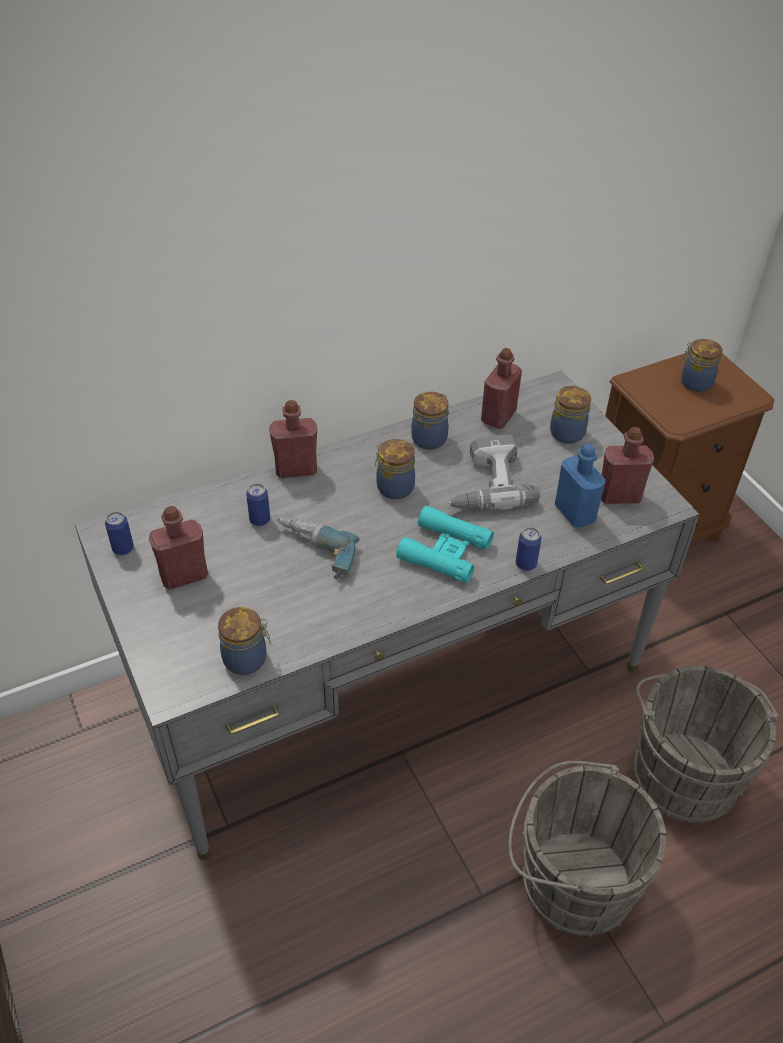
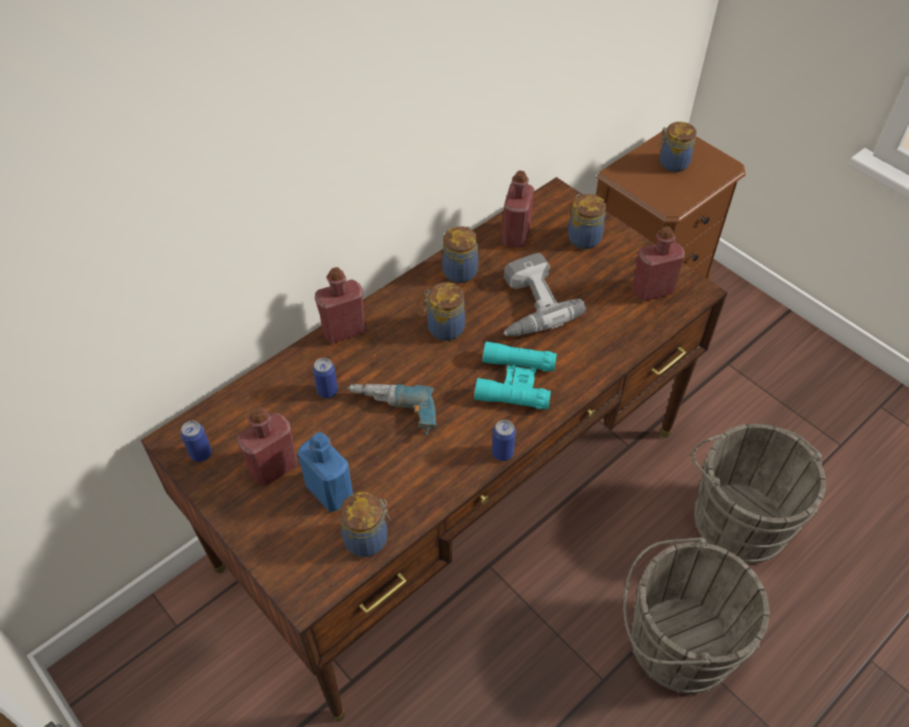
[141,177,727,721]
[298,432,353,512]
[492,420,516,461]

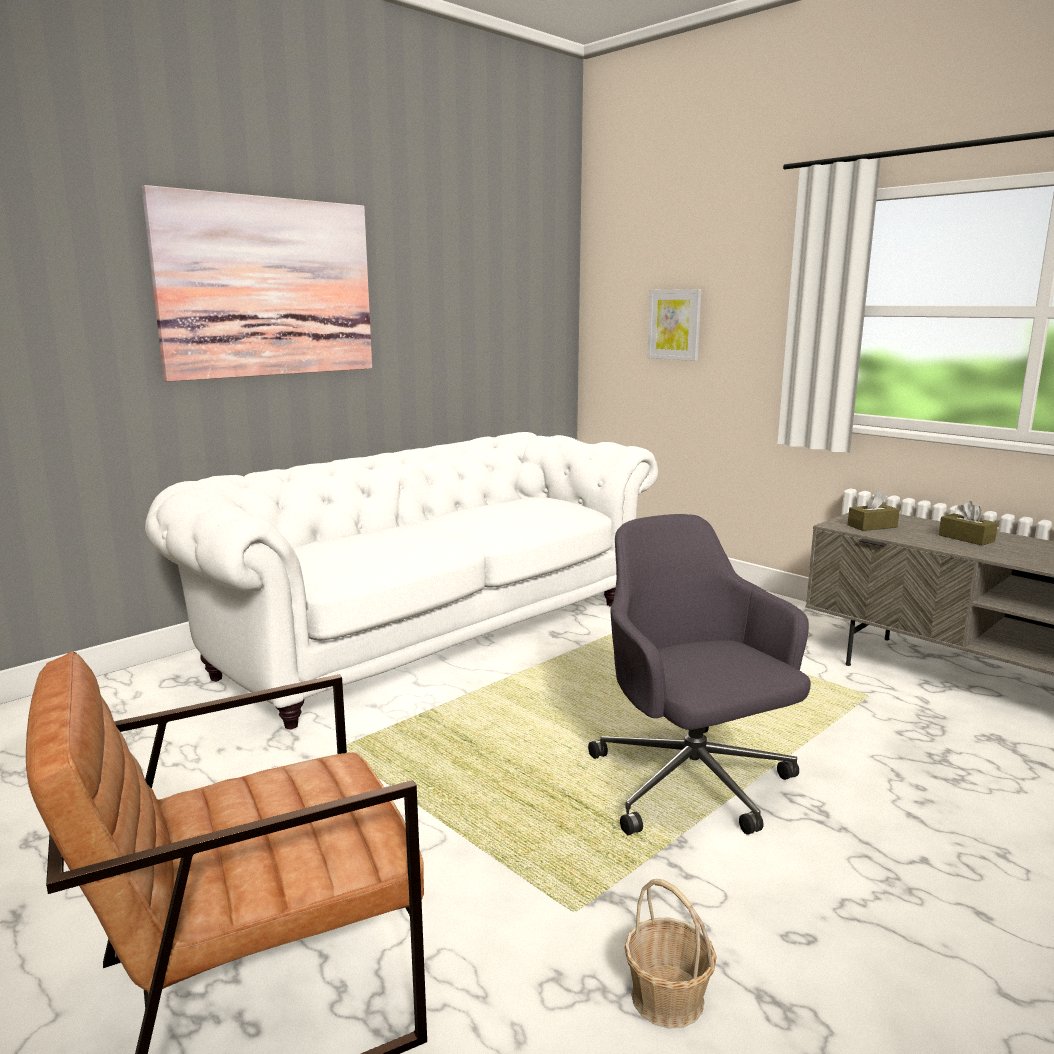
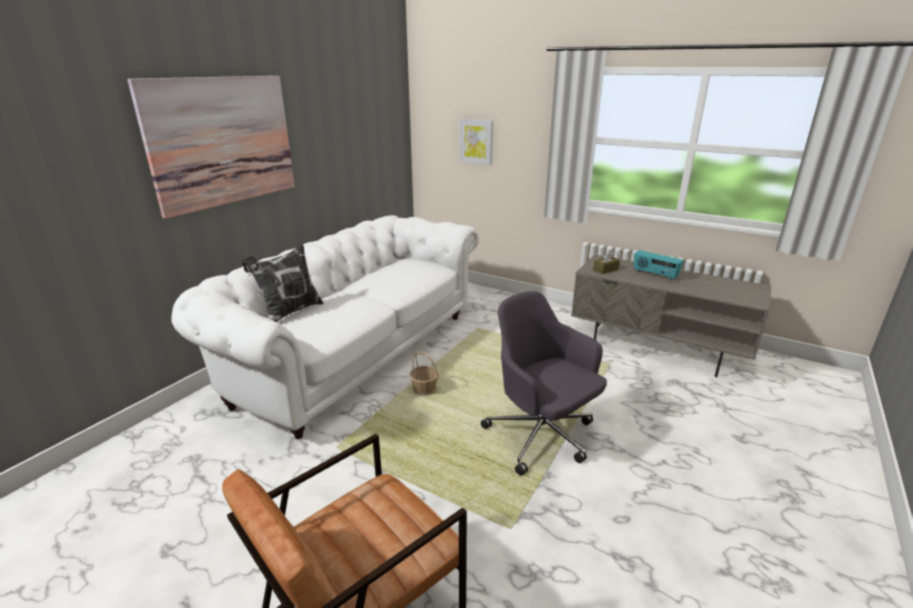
[634,250,684,280]
[409,352,439,396]
[242,244,324,322]

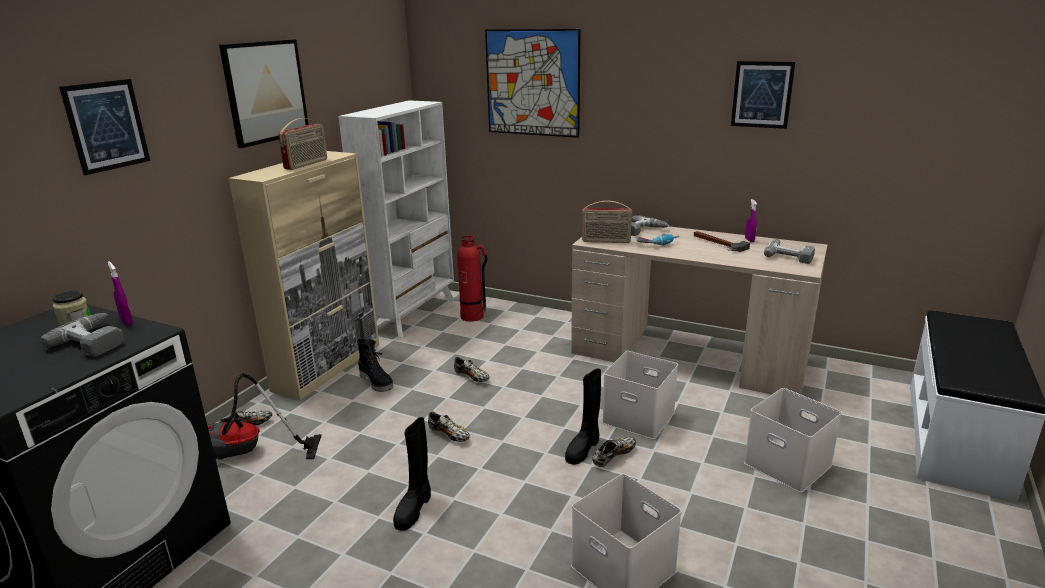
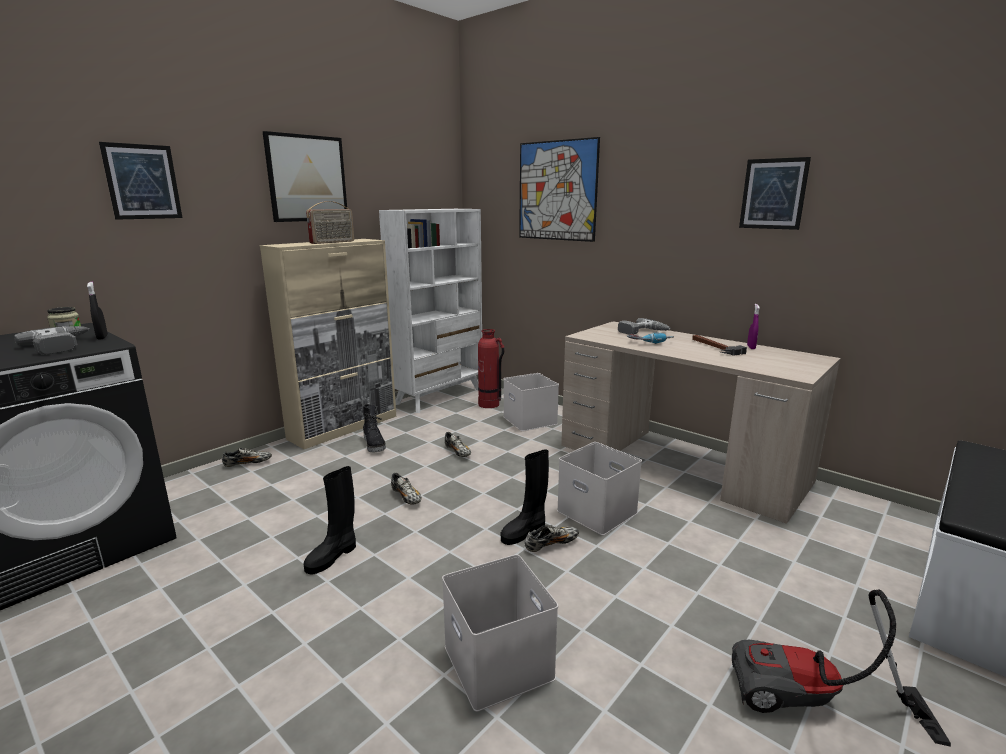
[582,201,633,243] (first image)
[764,239,815,264] (first image)
[87,282,108,340]
[732,590,951,747]
[503,373,559,431]

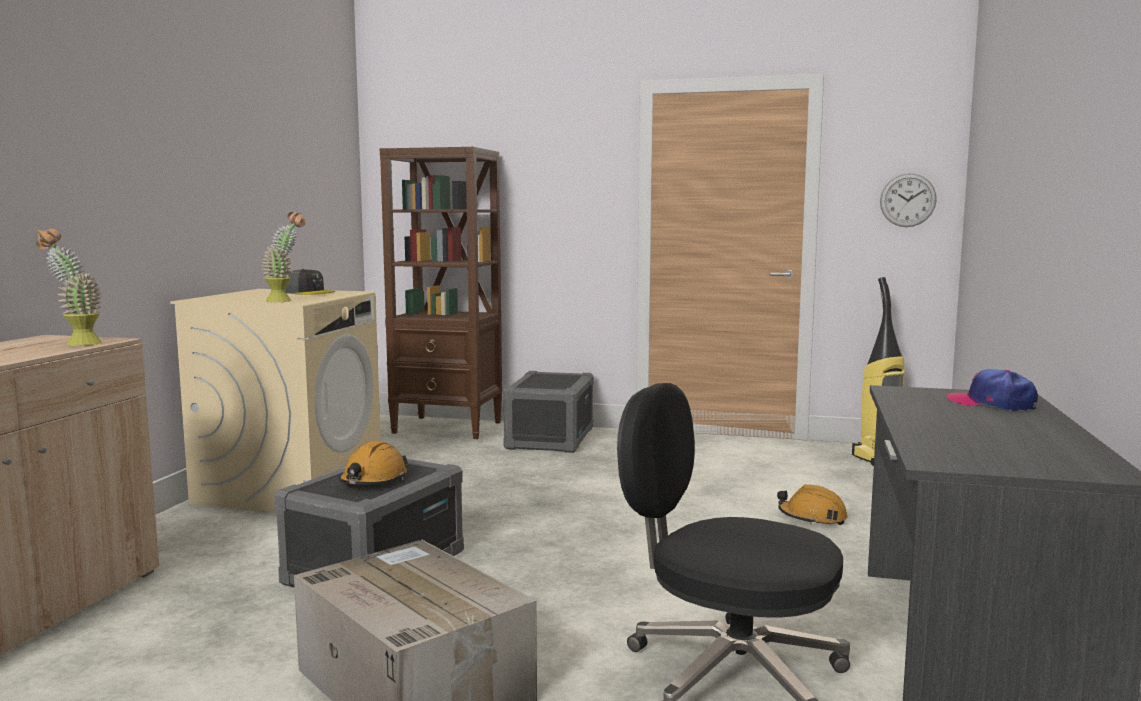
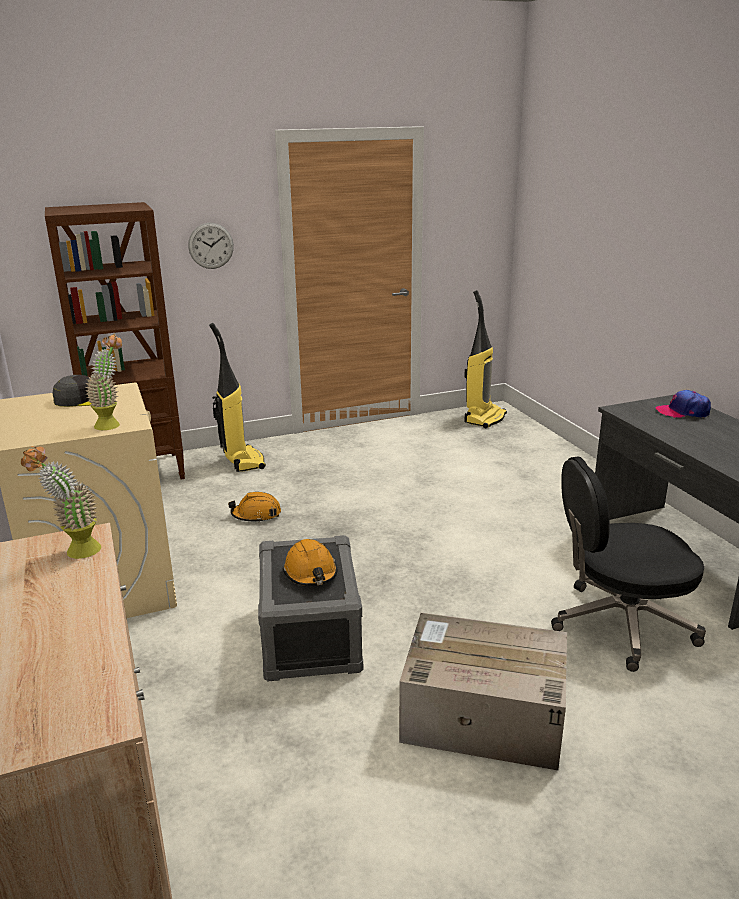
[188,223,234,269]
[209,323,266,472]
[228,492,281,523]

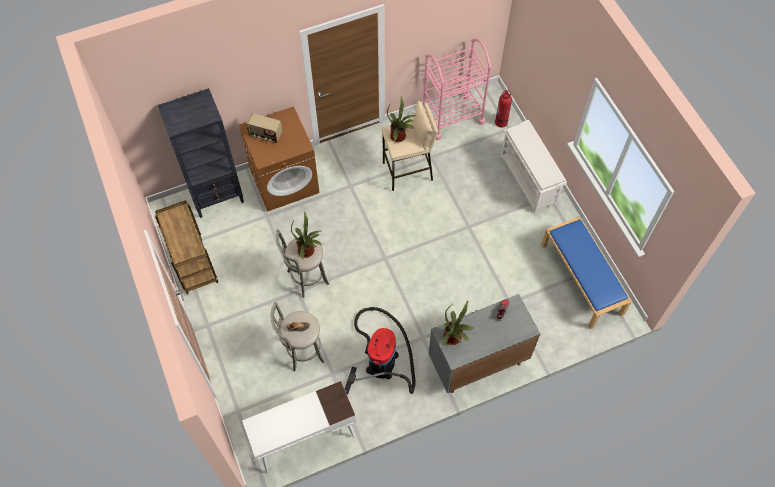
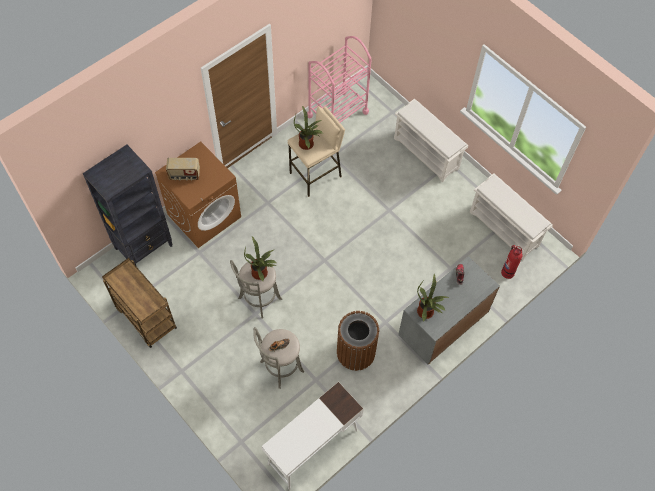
[501,245,523,279]
[469,173,553,261]
[337,311,379,371]

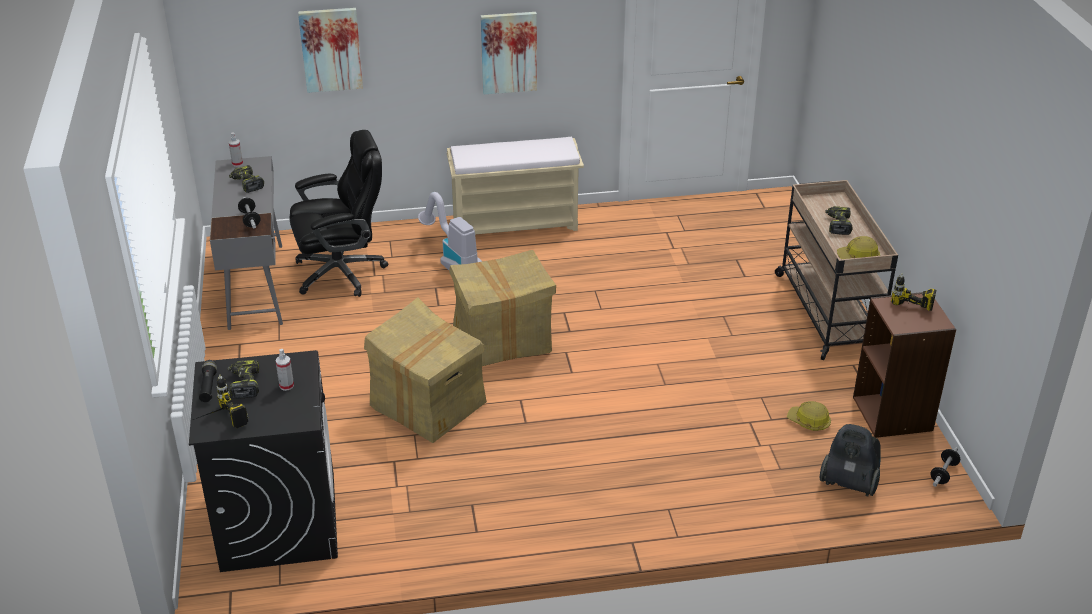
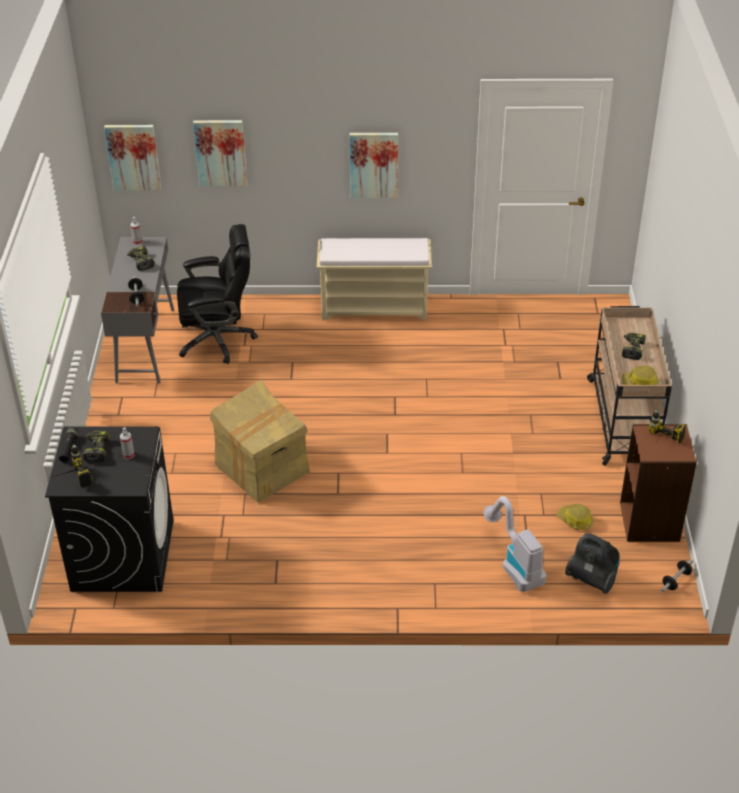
[483,496,546,592]
[449,250,556,366] (first image)
[104,125,161,191]

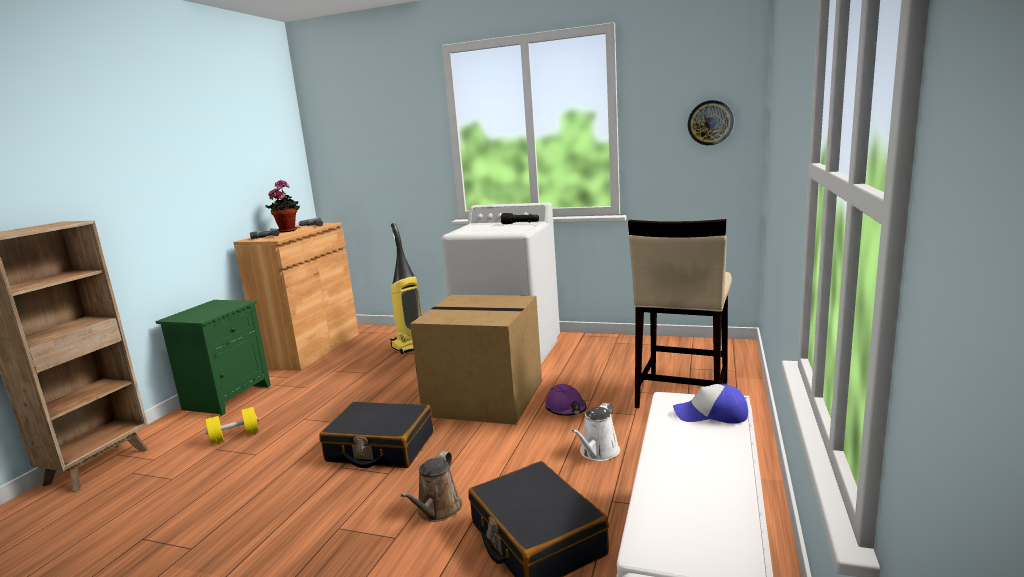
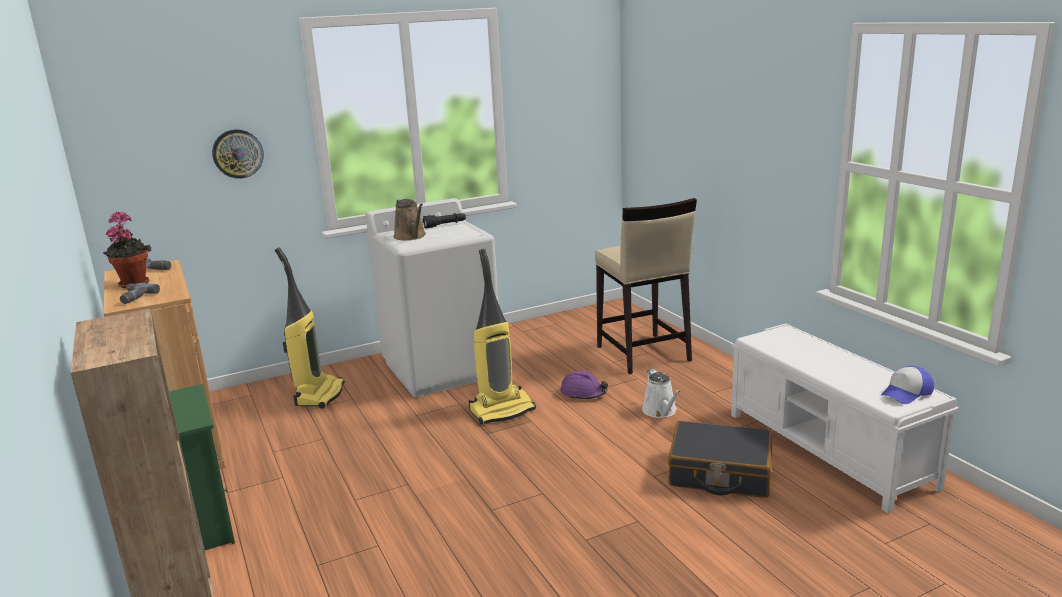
[212,129,264,179]
[469,249,536,425]
[881,366,934,404]
[319,401,433,468] (first image)
[206,407,258,444] (first image)
[394,199,426,240]

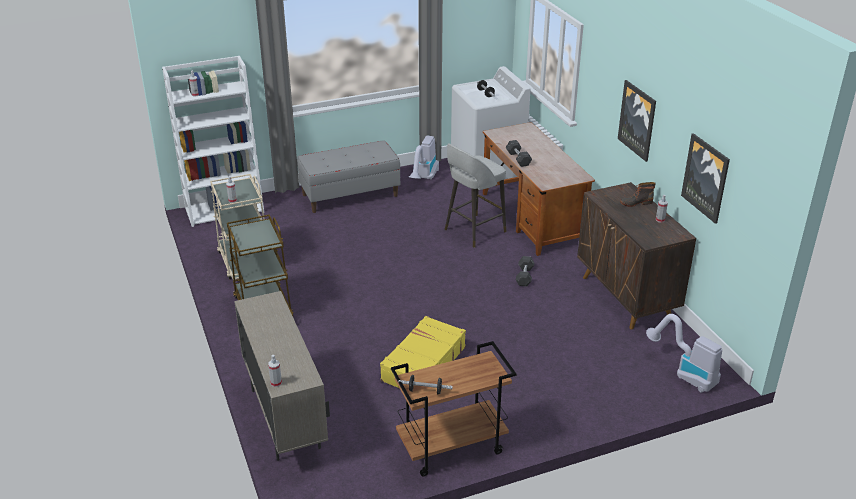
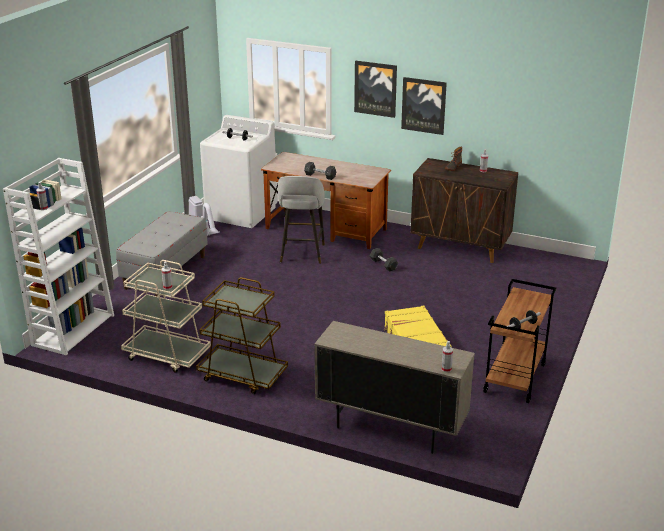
[354,61,397,118]
[646,314,722,393] (first image)

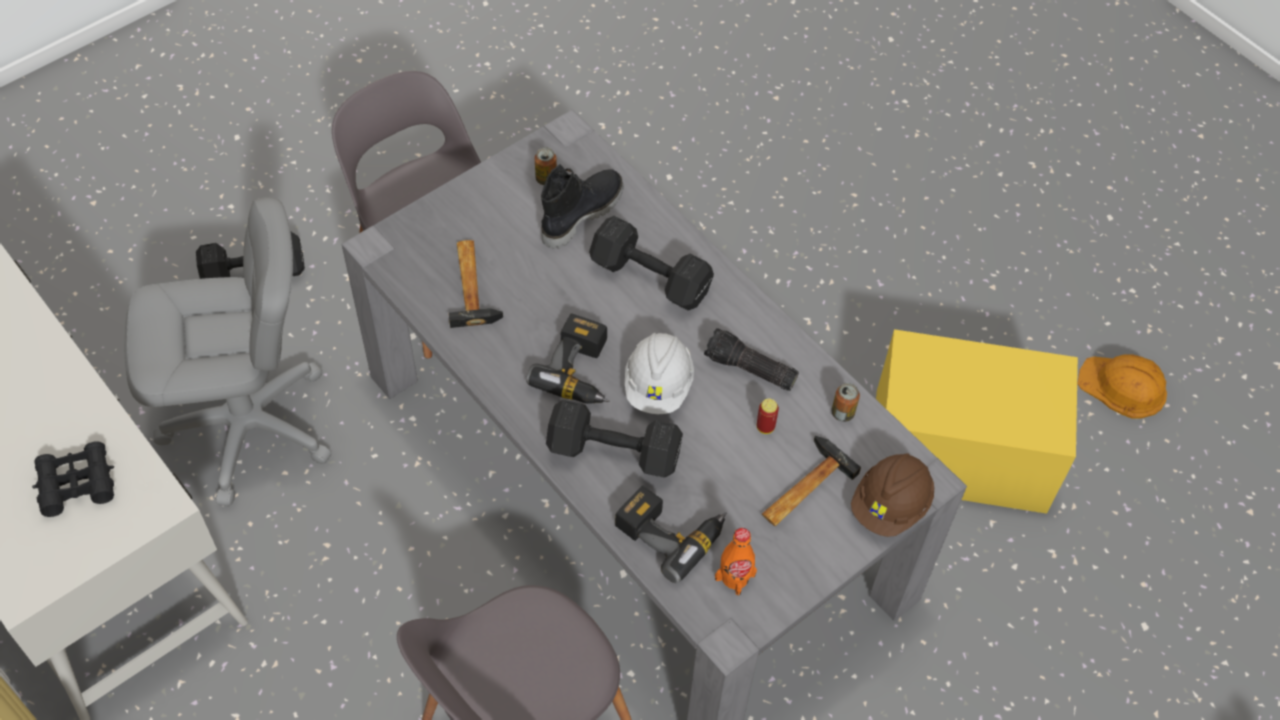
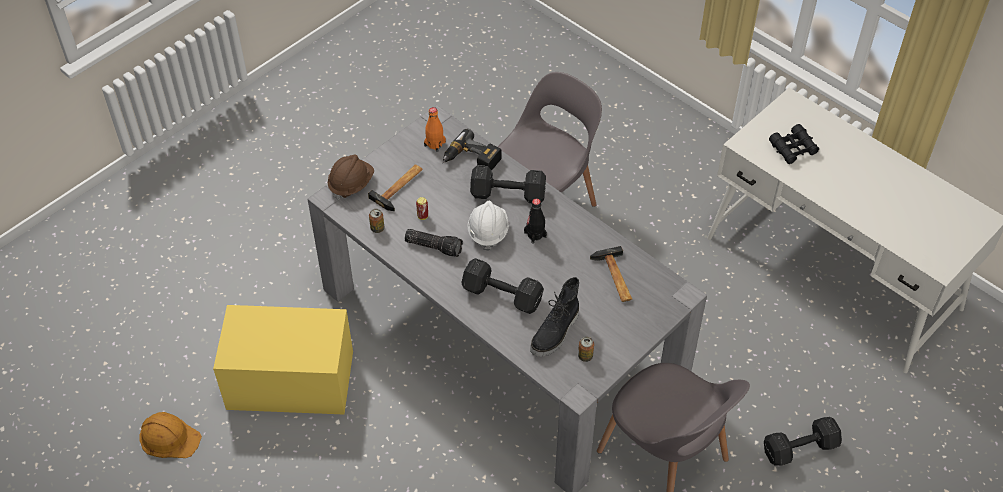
[125,197,332,507] (first image)
[524,199,547,244]

